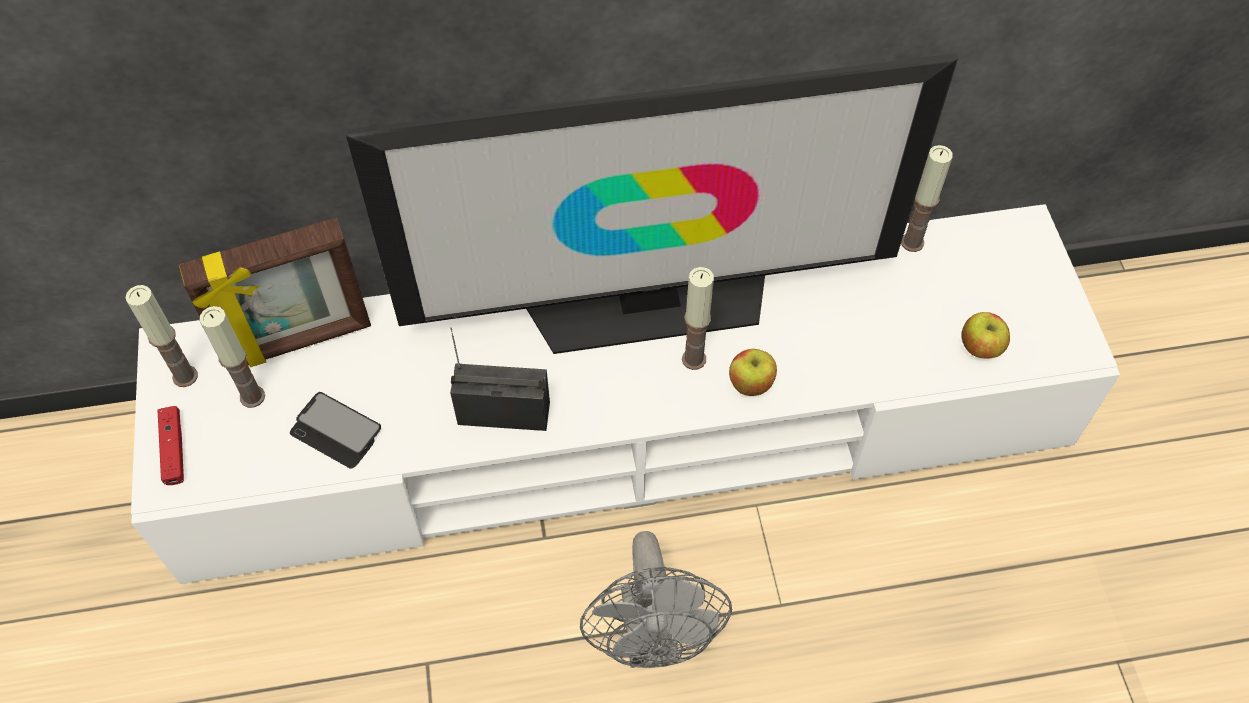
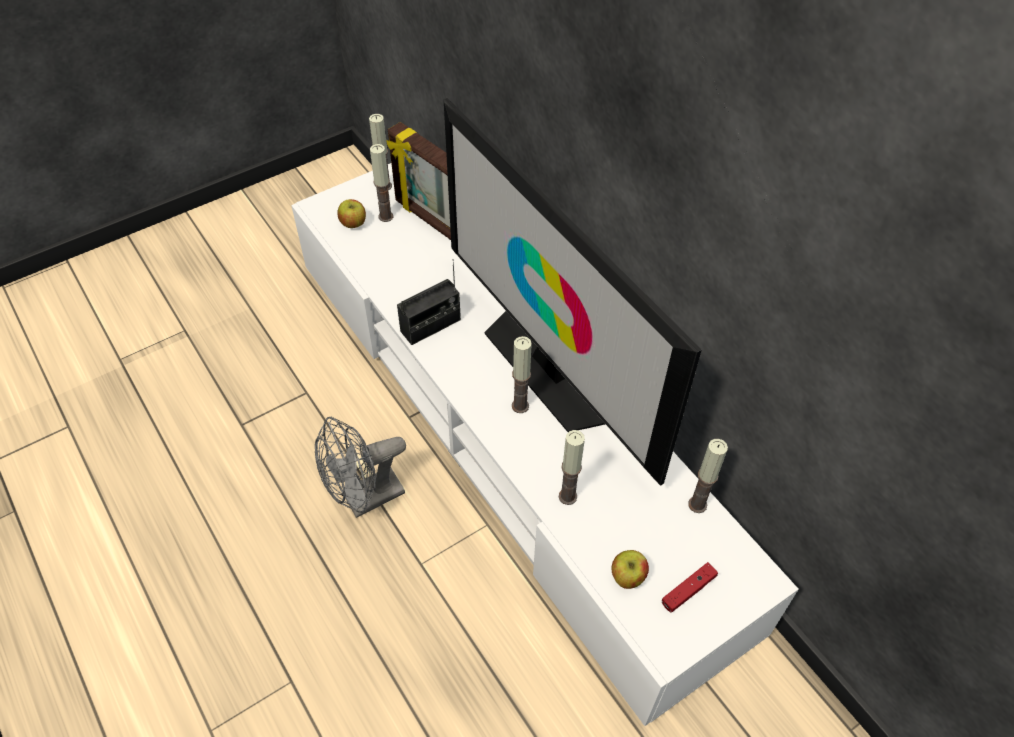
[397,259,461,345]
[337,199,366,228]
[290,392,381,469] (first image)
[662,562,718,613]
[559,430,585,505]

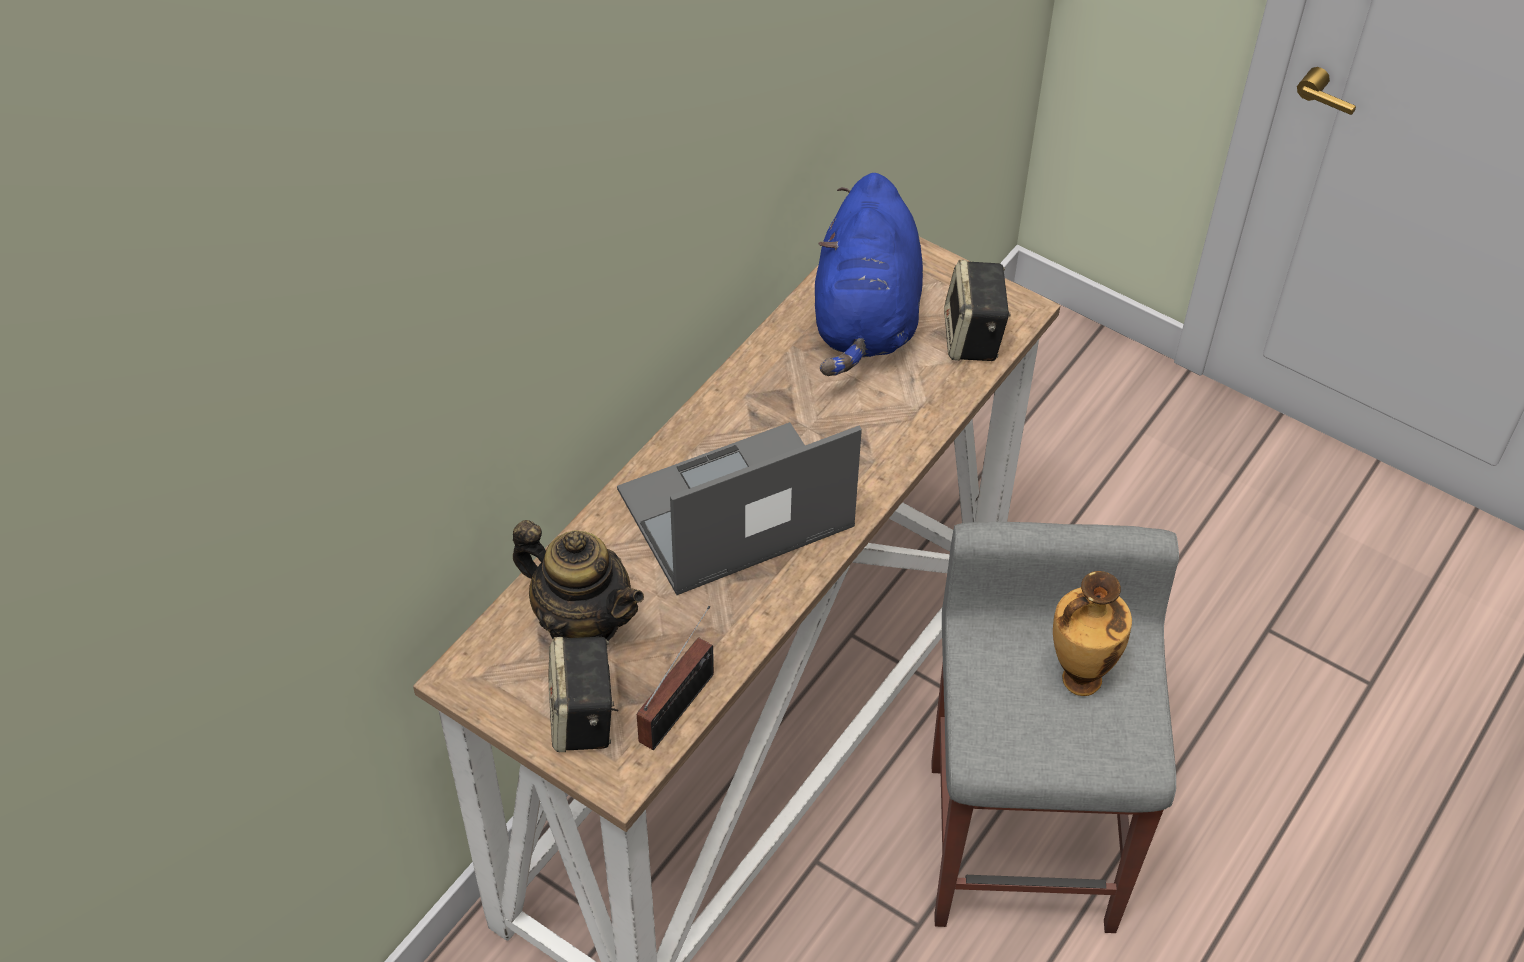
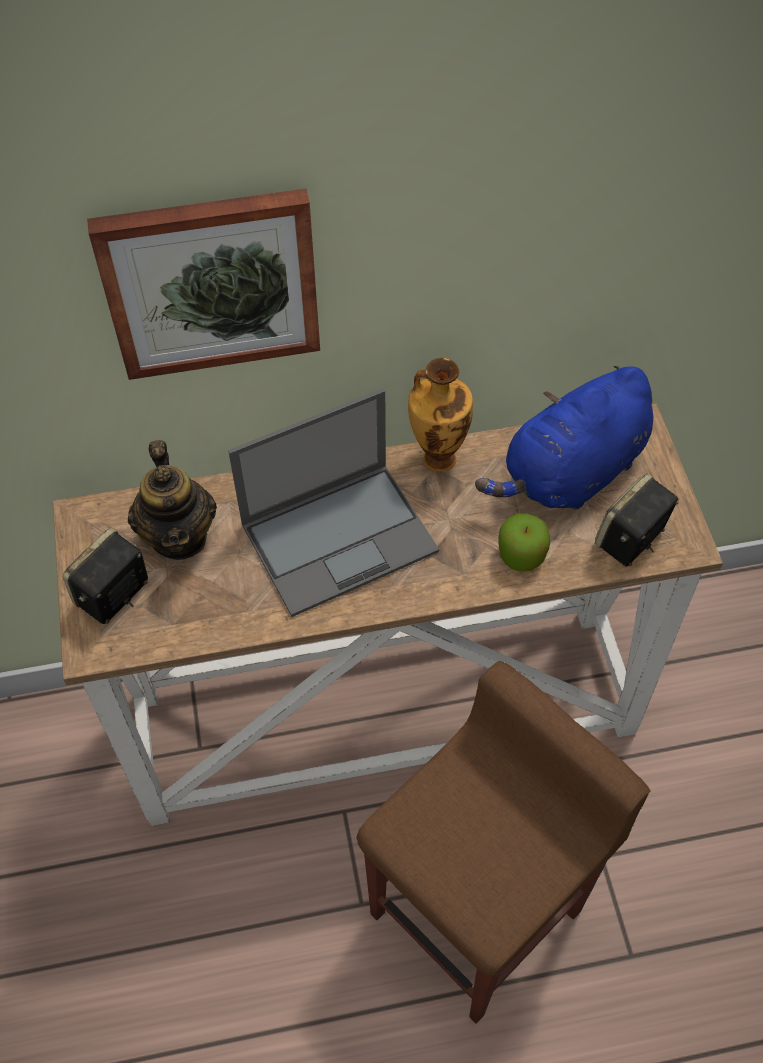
[228,388,439,617]
[357,661,651,1024]
[408,358,473,472]
[637,606,714,750] (first image)
[87,189,320,380]
[498,513,551,572]

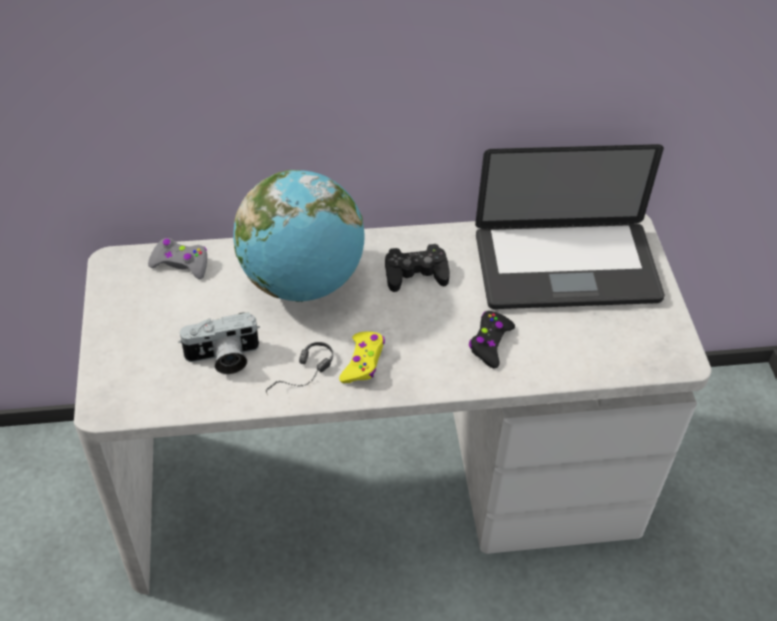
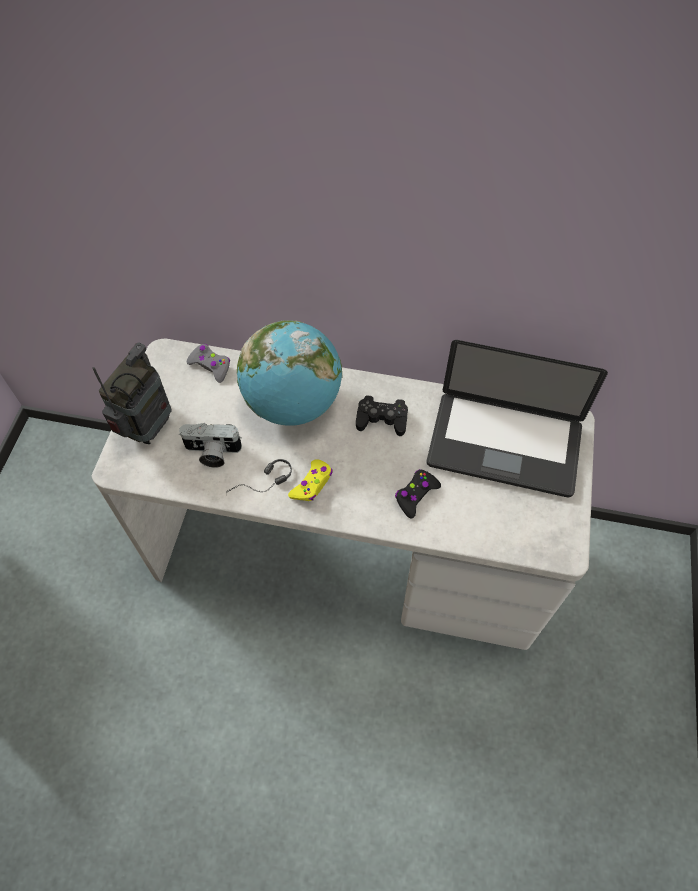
[92,343,172,444]

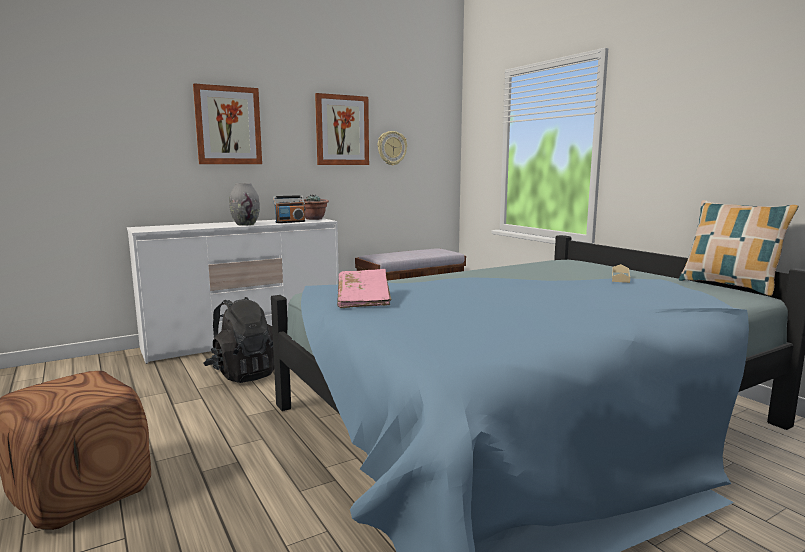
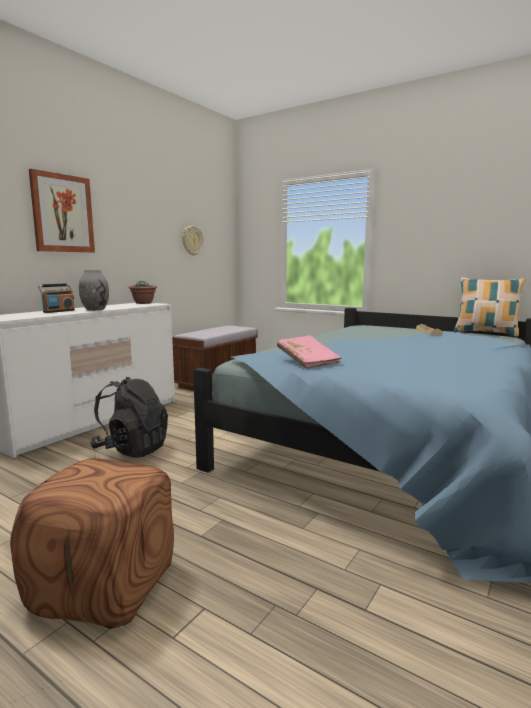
[315,93,369,165] (first image)
[38,283,75,313]

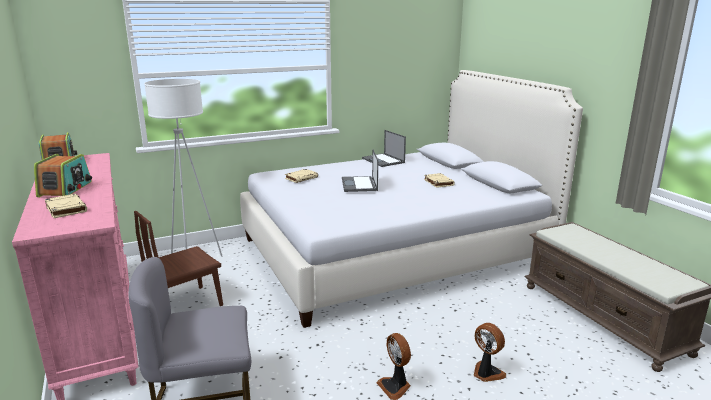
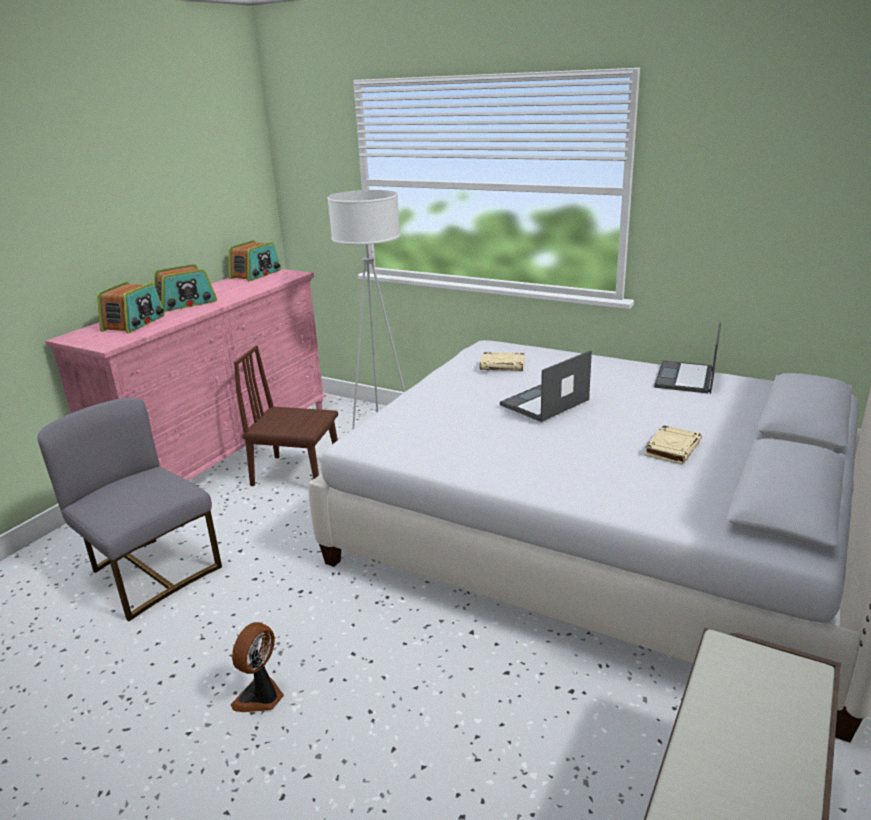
[97,282,165,333]
[474,323,506,382] (first image)

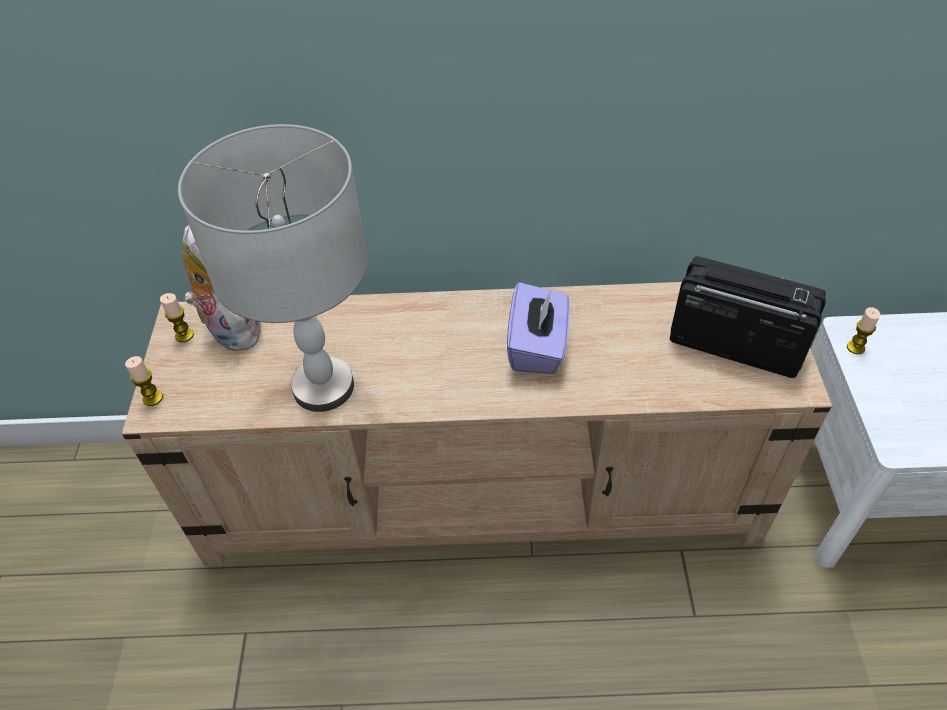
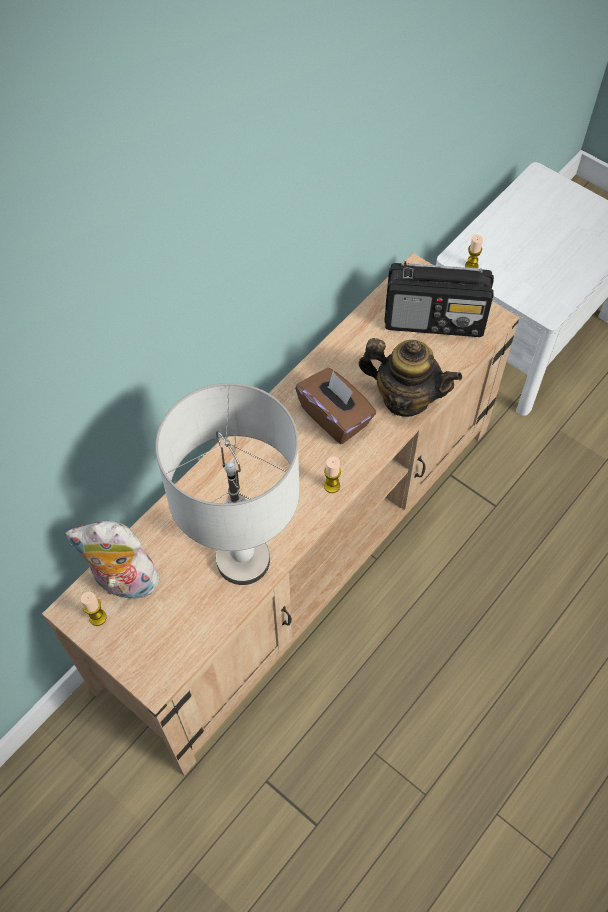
[384,261,494,337]
[295,368,376,444]
[324,456,341,493]
[358,338,462,417]

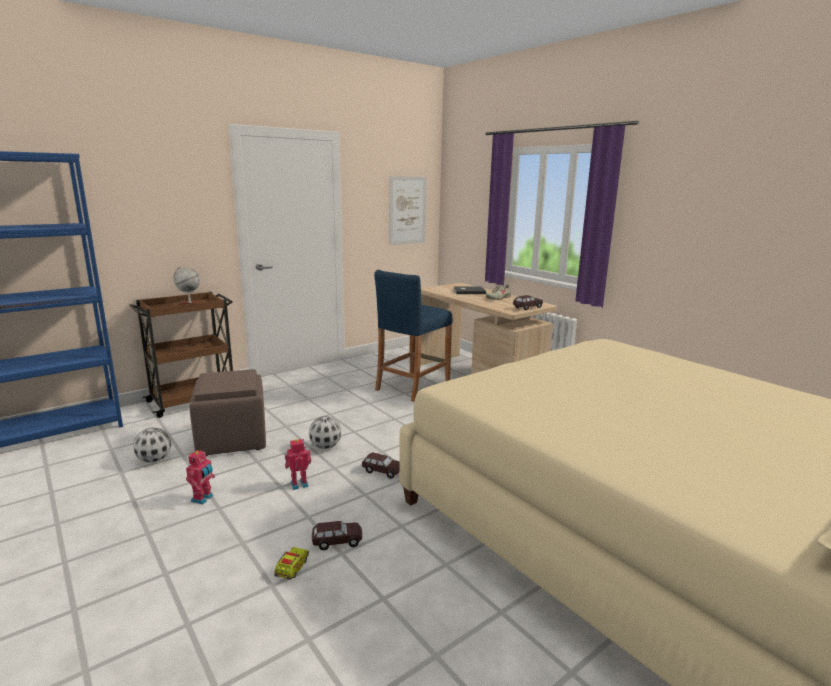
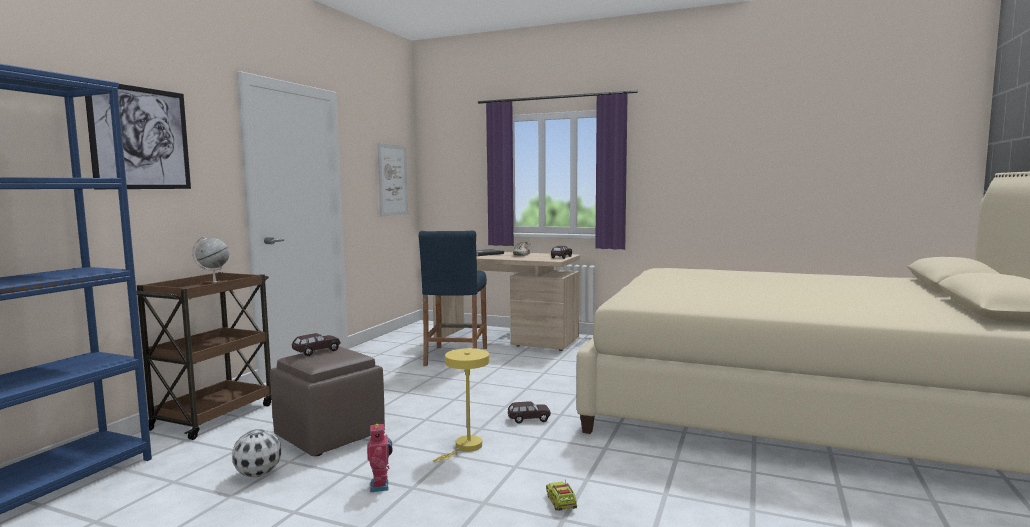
[309,416,341,449] (first image)
[433,348,489,462]
[292,333,341,356]
[85,84,191,189]

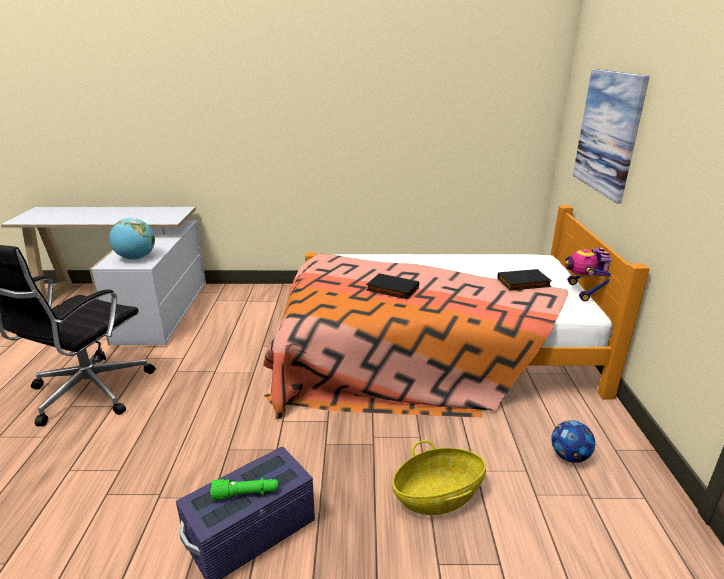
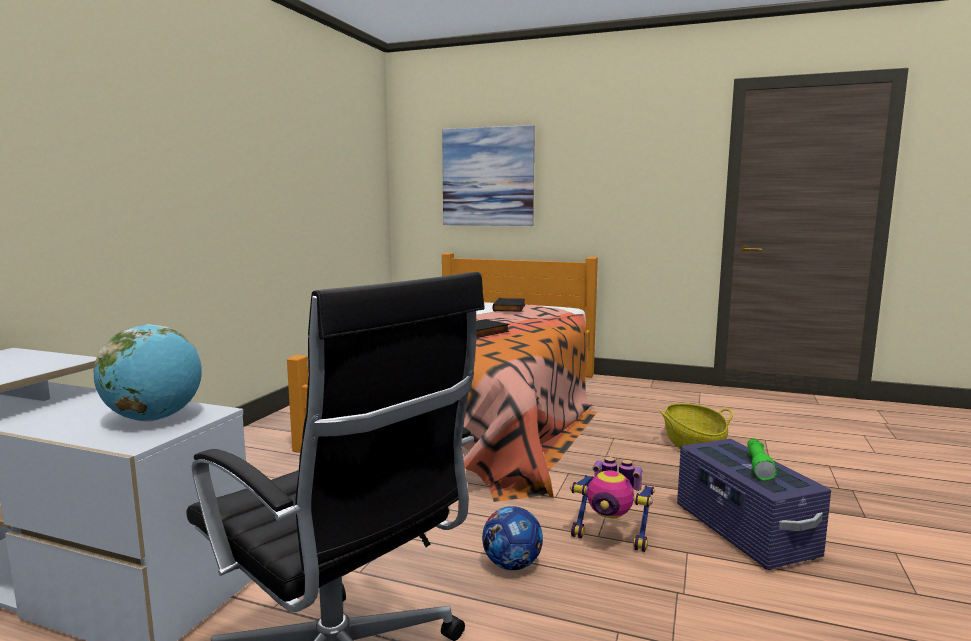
[570,457,655,552]
[482,506,543,570]

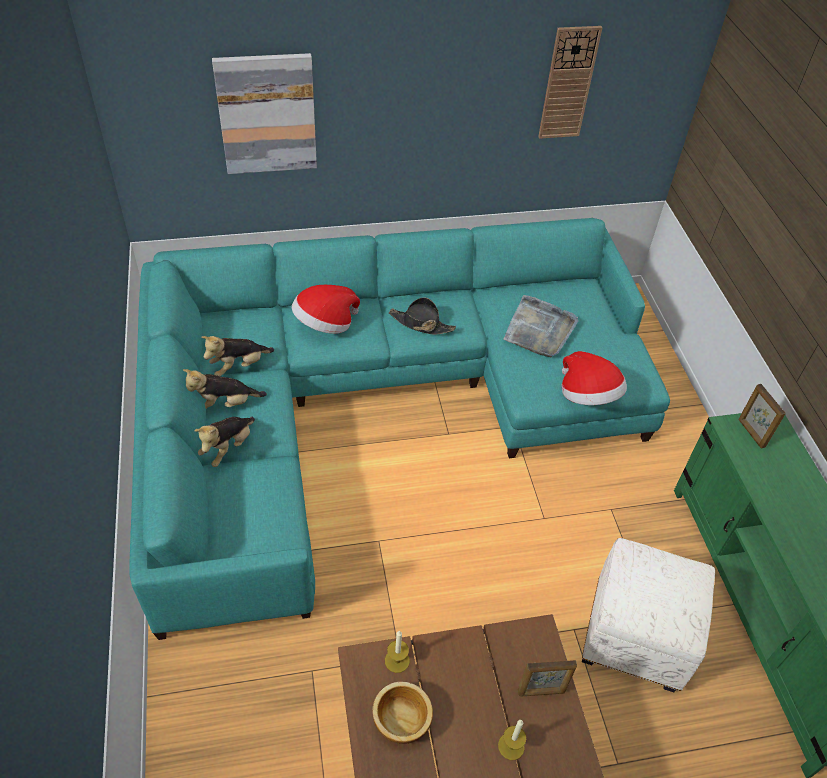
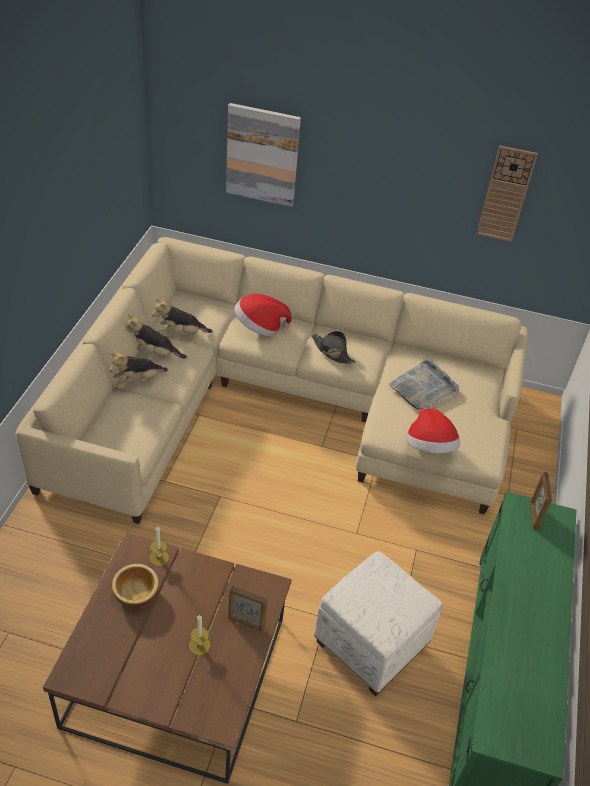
[15,237,528,524]

